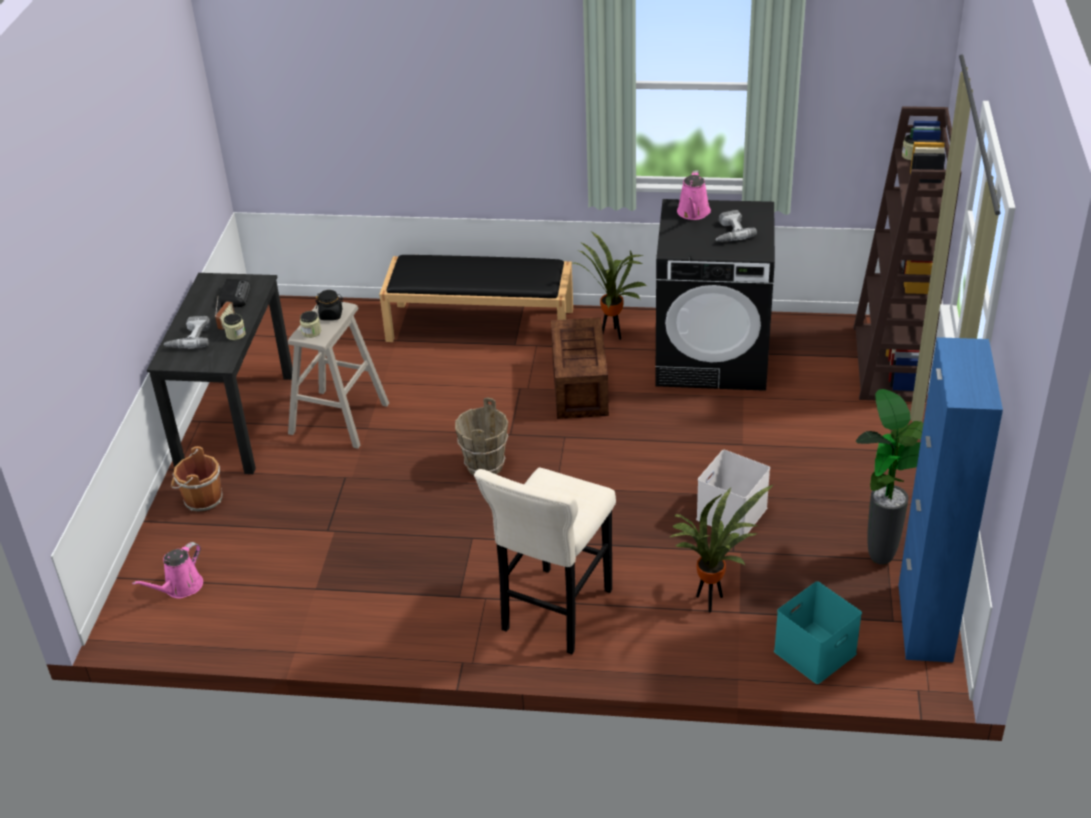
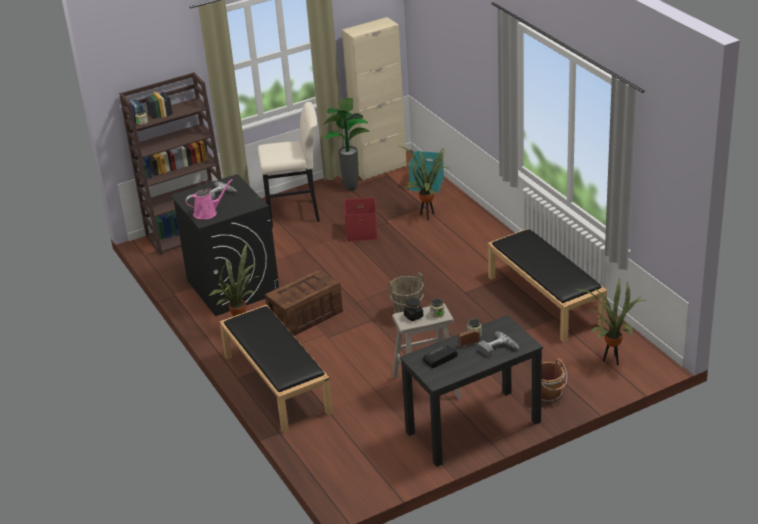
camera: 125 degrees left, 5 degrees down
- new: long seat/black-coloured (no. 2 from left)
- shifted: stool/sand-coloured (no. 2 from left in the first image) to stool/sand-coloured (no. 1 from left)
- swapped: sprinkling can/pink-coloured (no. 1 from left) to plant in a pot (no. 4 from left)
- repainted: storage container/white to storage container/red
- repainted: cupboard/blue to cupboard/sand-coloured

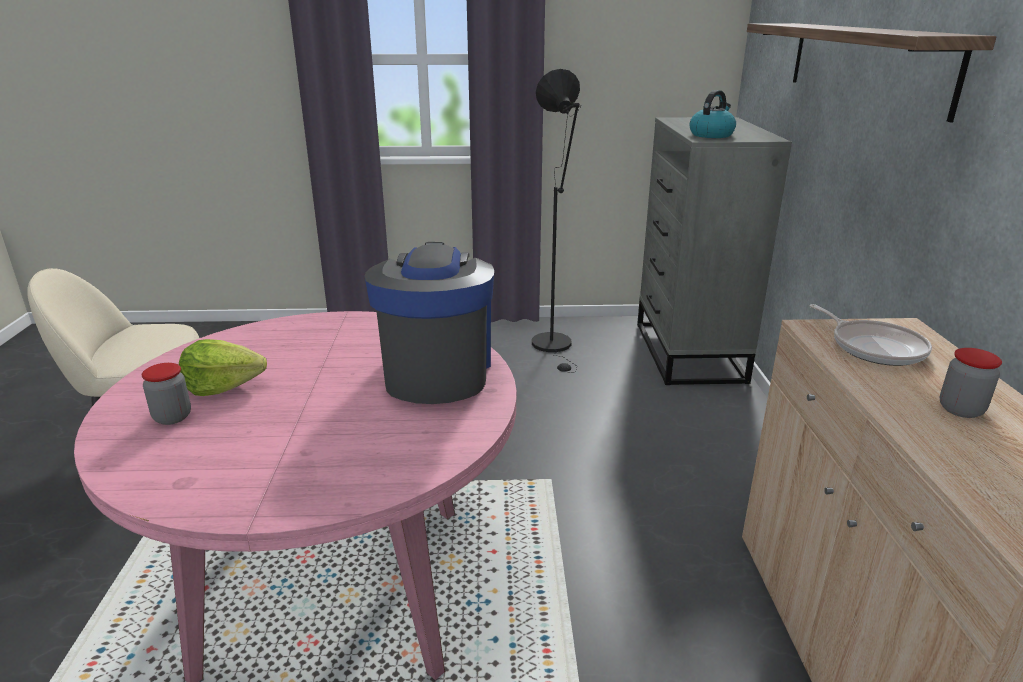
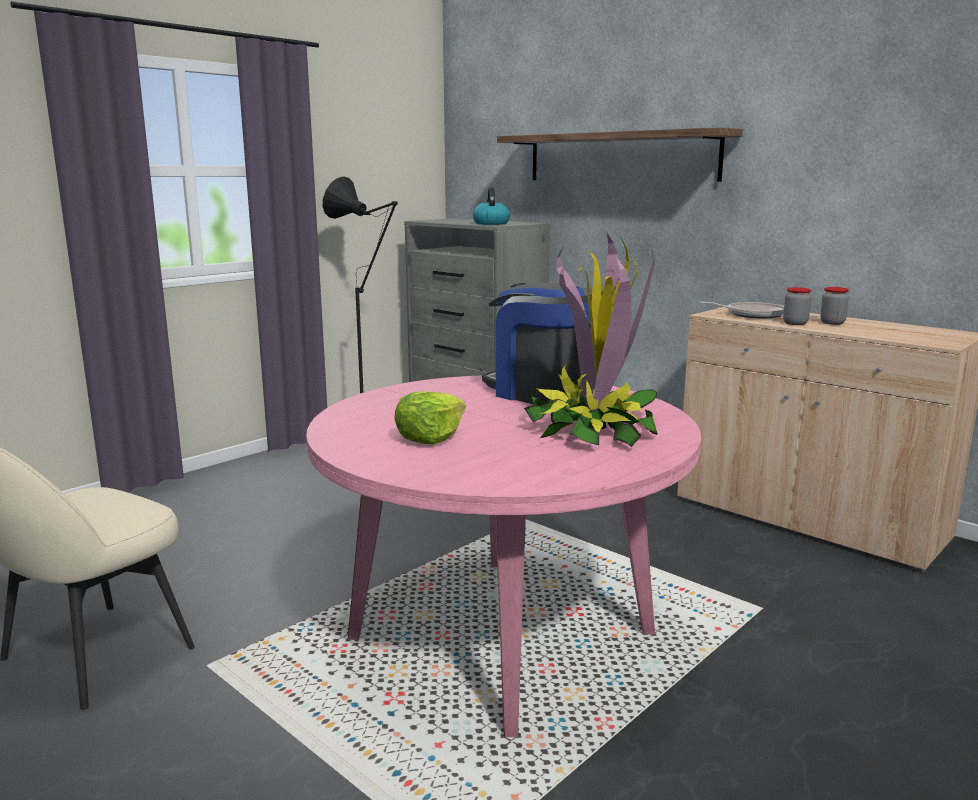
camera: 45 degrees left, 10 degrees down
- new: plant in a pot
- shifted: preserve jar (no. 1 from left)

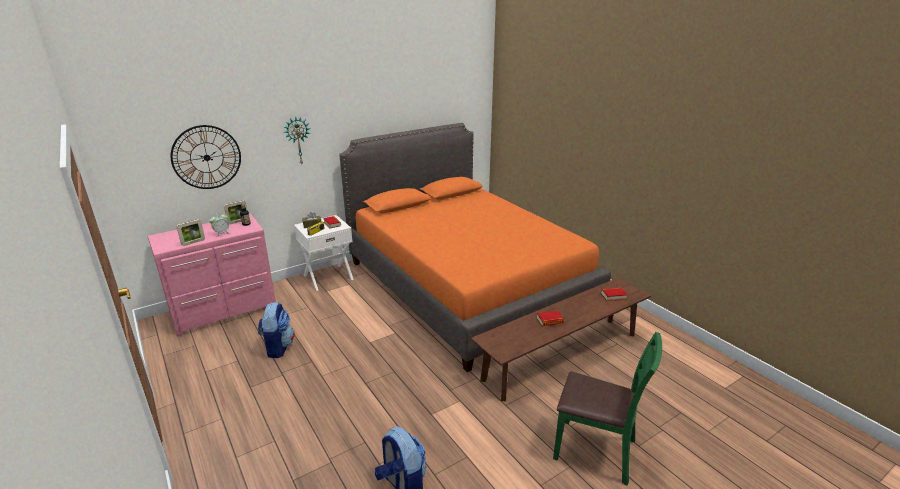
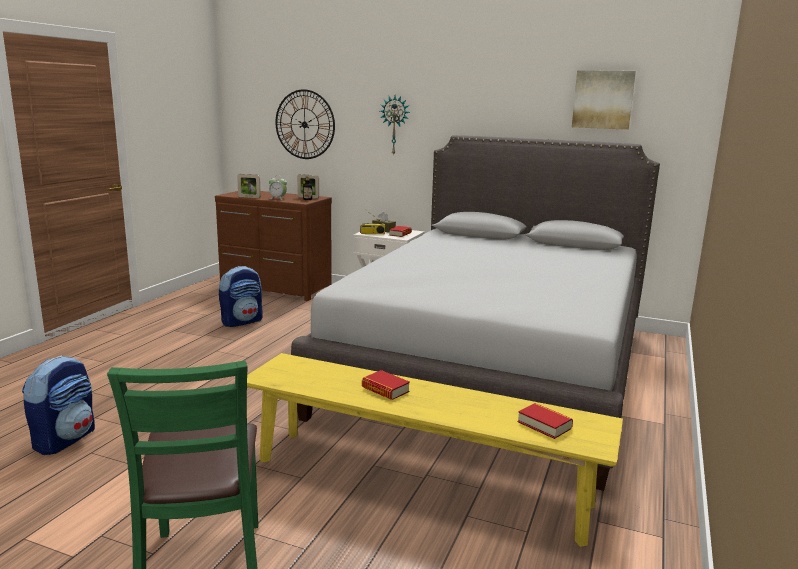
camera: 55 degrees right, 10 degrees down
- new: wall picture
- repainted: dresser/pink-coloured to dresser/brownish
- repainted: bed/orange-coloured to bed/grey
- repainted: long seat/brownish to long seat/yellow

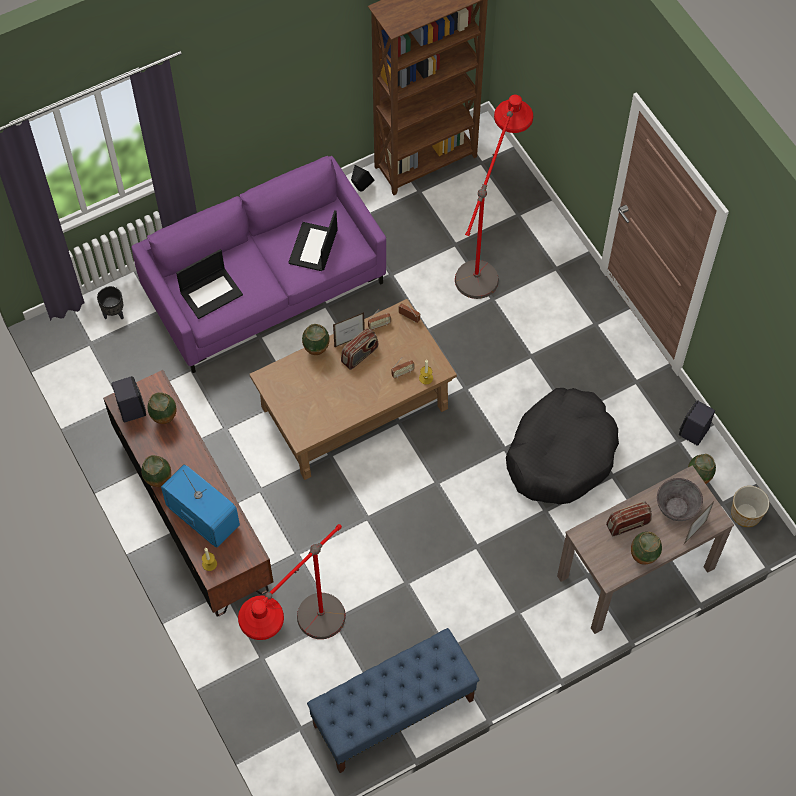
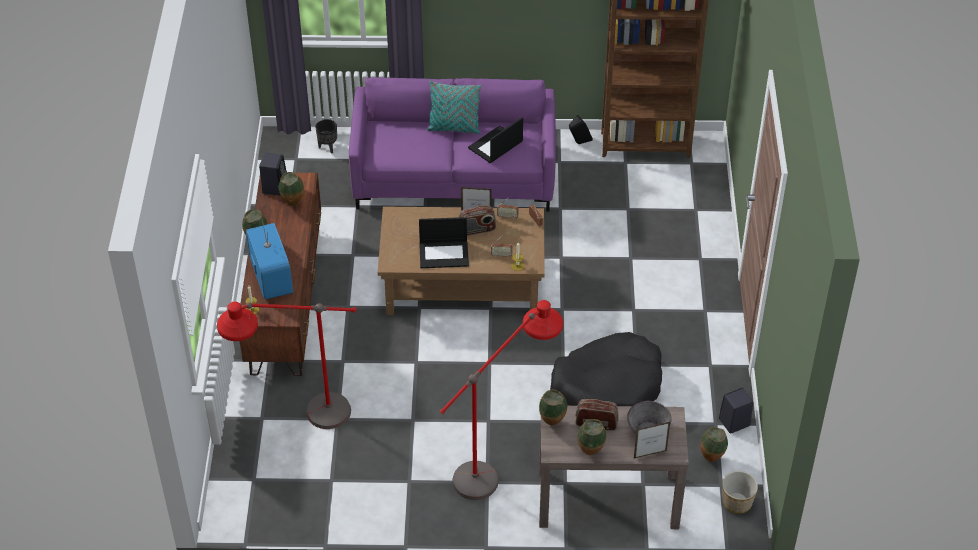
camera: 30 degrees right, 15 degrees down
- gone: long seat/blue
- new: throw pillow/blue-green
- shifted: notebook computer (no. 1 from left)
- shifted: vase (no. 3 from left)
- shifted: standing lamp/red (no. 2 from left)

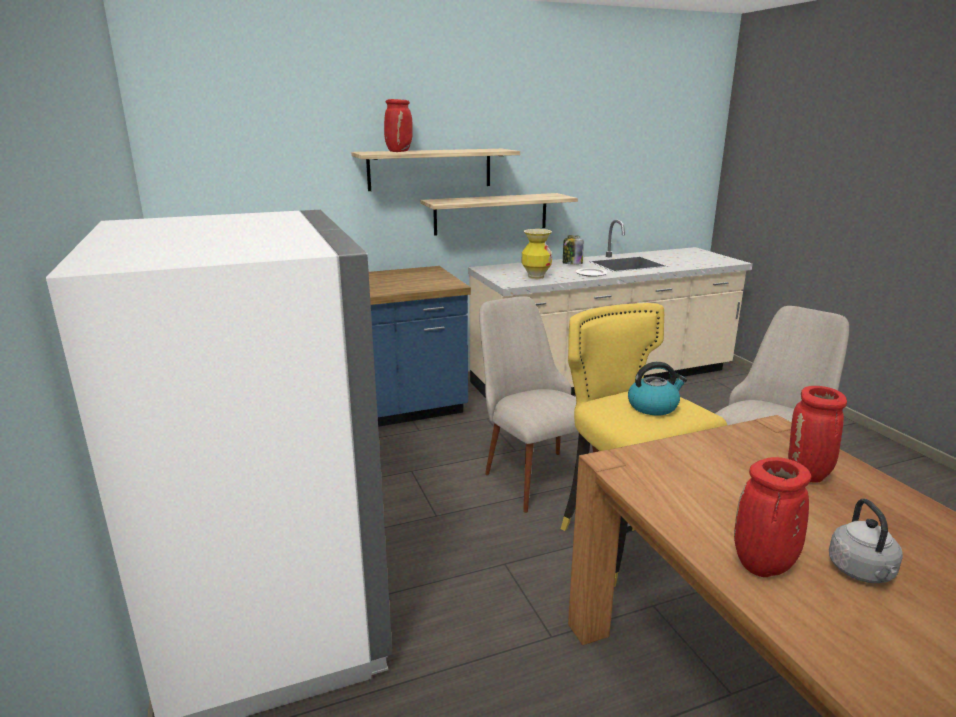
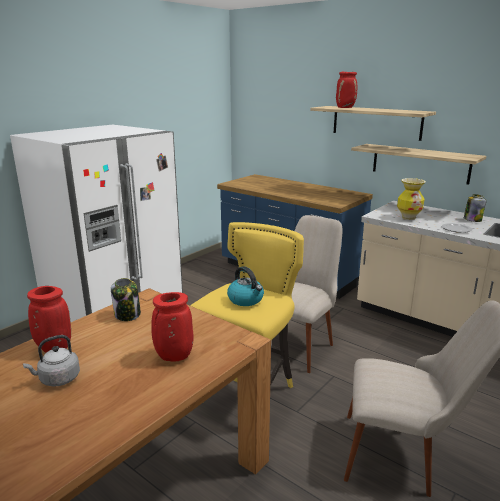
camera: 60 degrees right, 0 degrees up
- new: preserve jar (no. 1 from left)

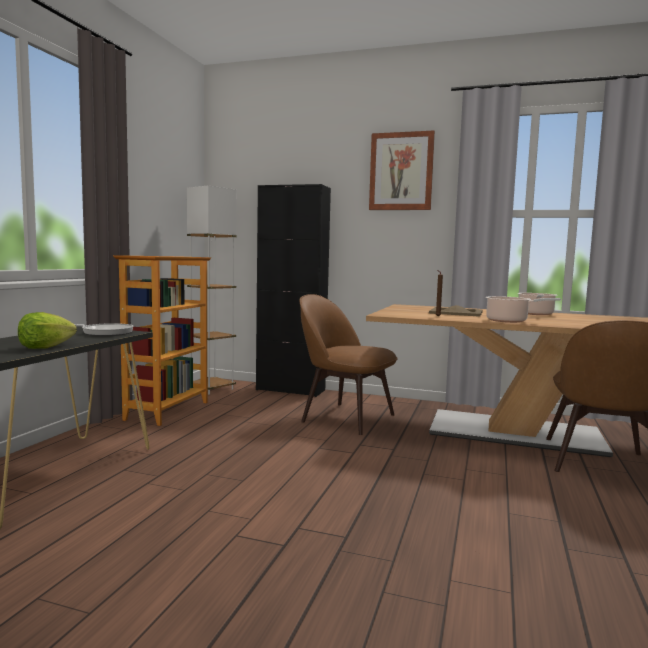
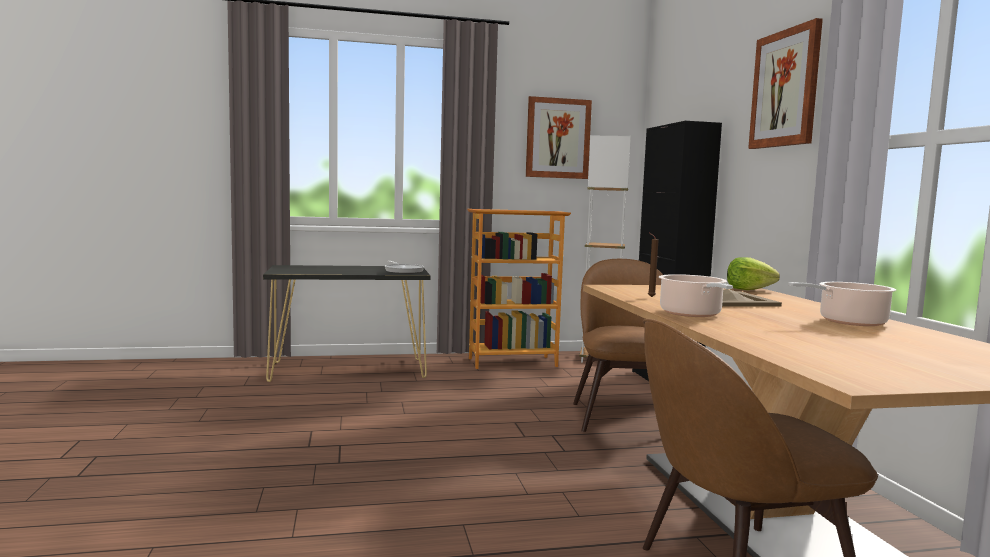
camera: 60 degrees right, 0 degrees up
- new: wall picture (no. 1 from left)
- shifted: head of lettuce

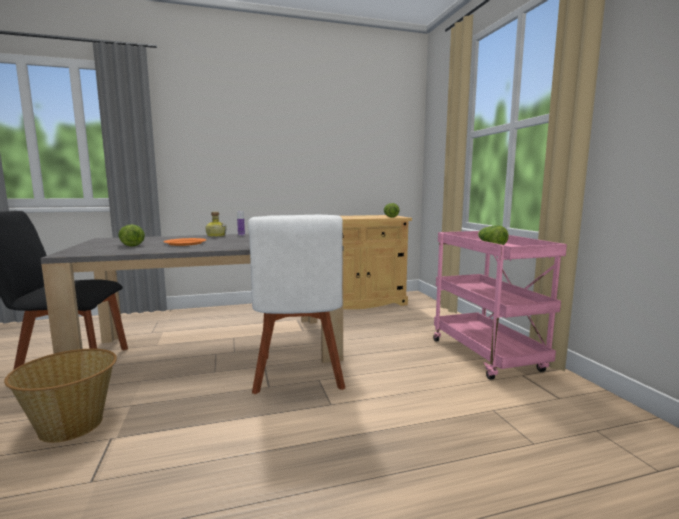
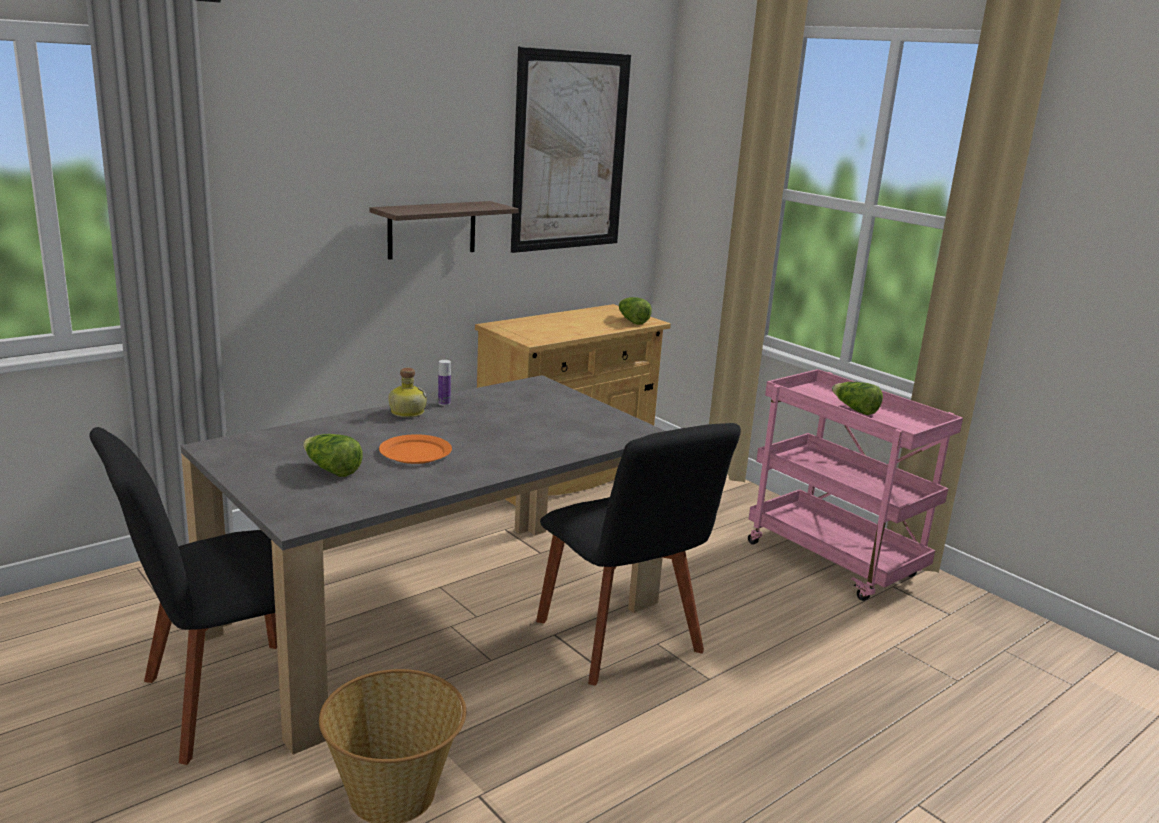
camera: 25 degrees left, 10 degrees up
- new: shelf
- new: wall picture
- repainted: plain chair/white to plain chair/black-coloured (no. 2 from left)

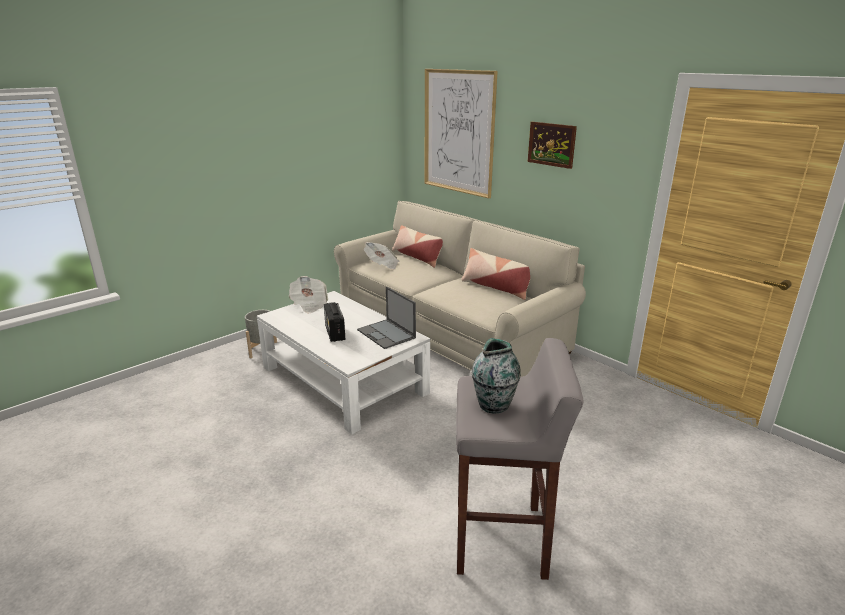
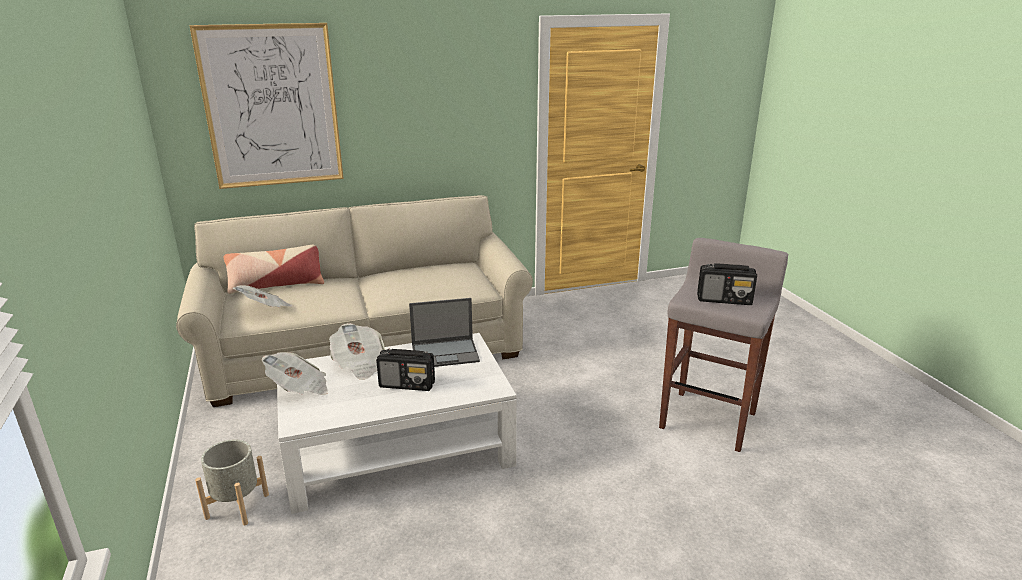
camera: 65 degrees left, 0 degrees up
- gone: throw pillow (no. 2 from left)
- gone: wall picture (no. 2 from left)
- new: printed paper (no. 3 from left)
- swapped: vase to radio (no. 2 from left)

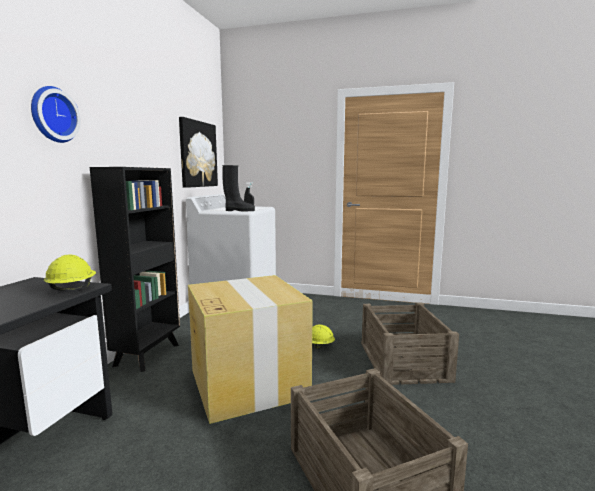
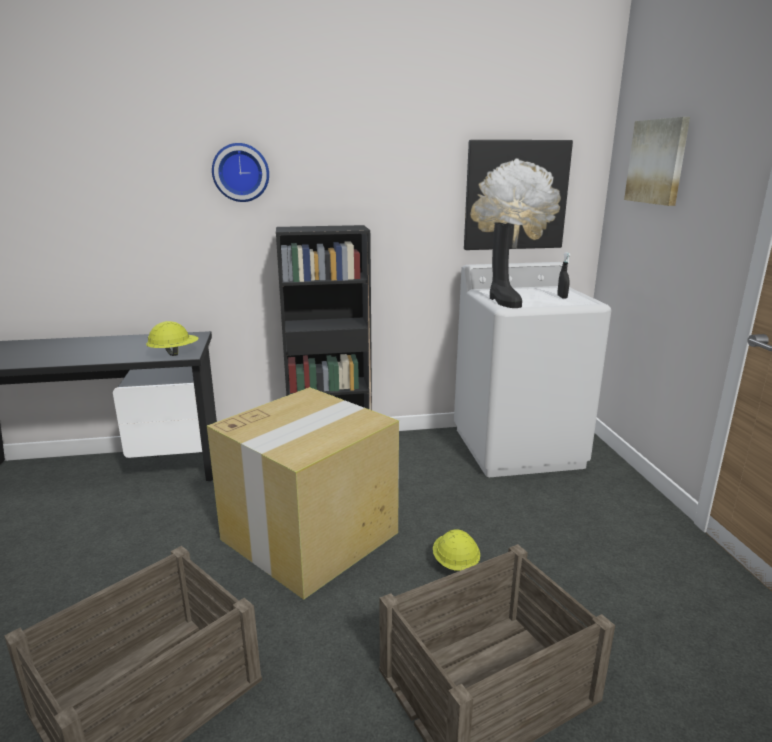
camera: 65 degrees right, 10 degrees up
- new: wall picture (no. 2 from left)

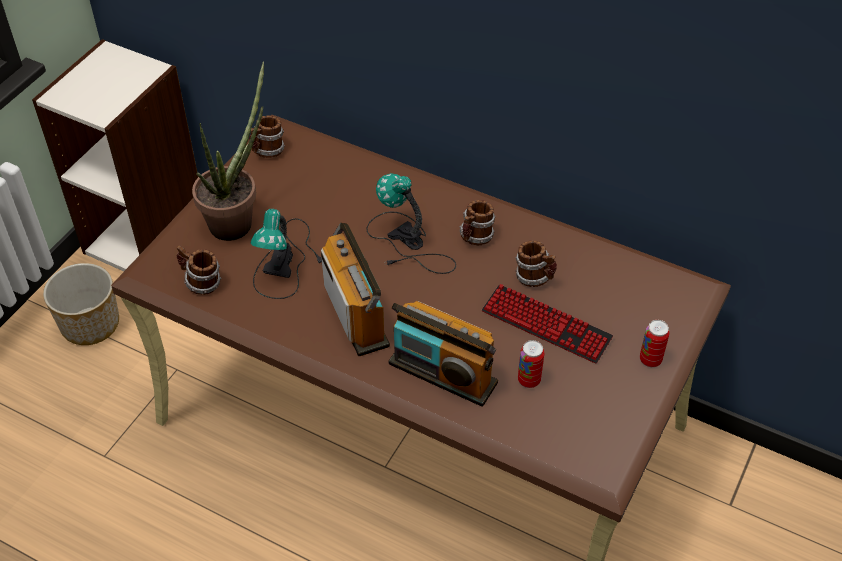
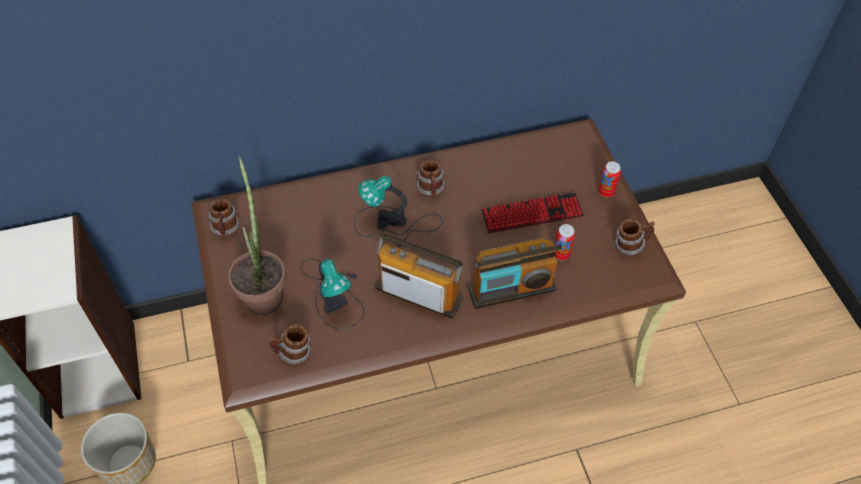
camera: 45 degrees left, 5 degrees up
- shifted: coffee mug (no. 4 from left)

